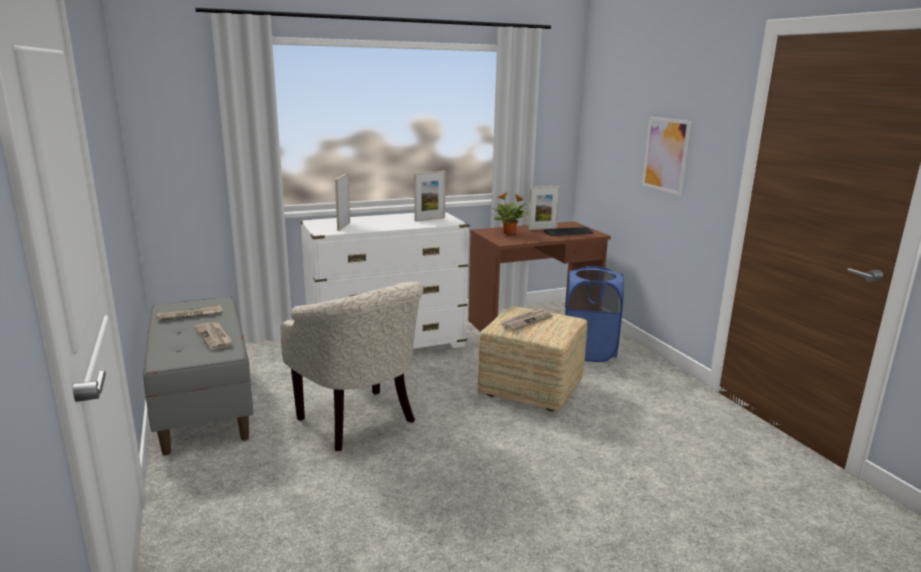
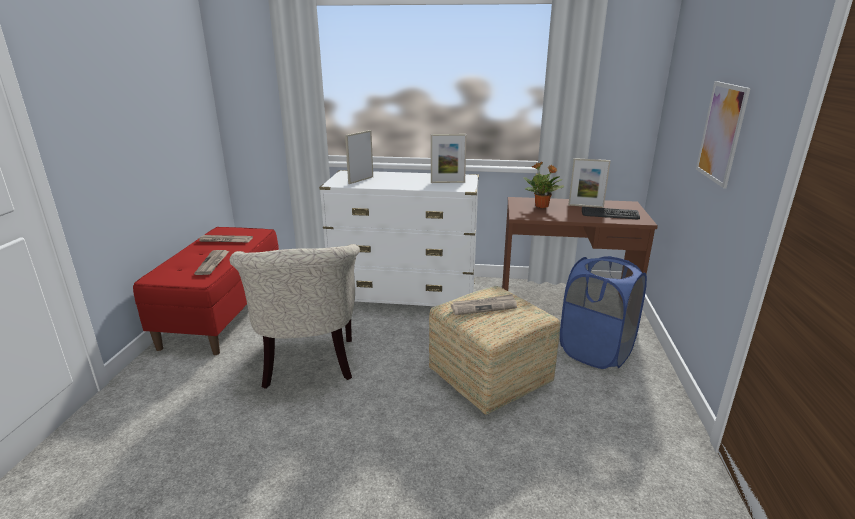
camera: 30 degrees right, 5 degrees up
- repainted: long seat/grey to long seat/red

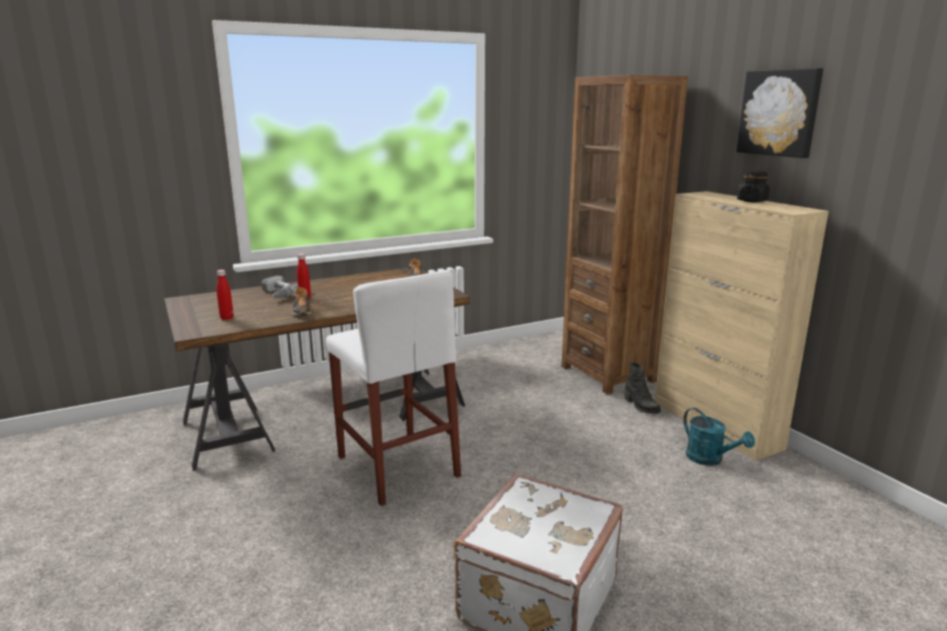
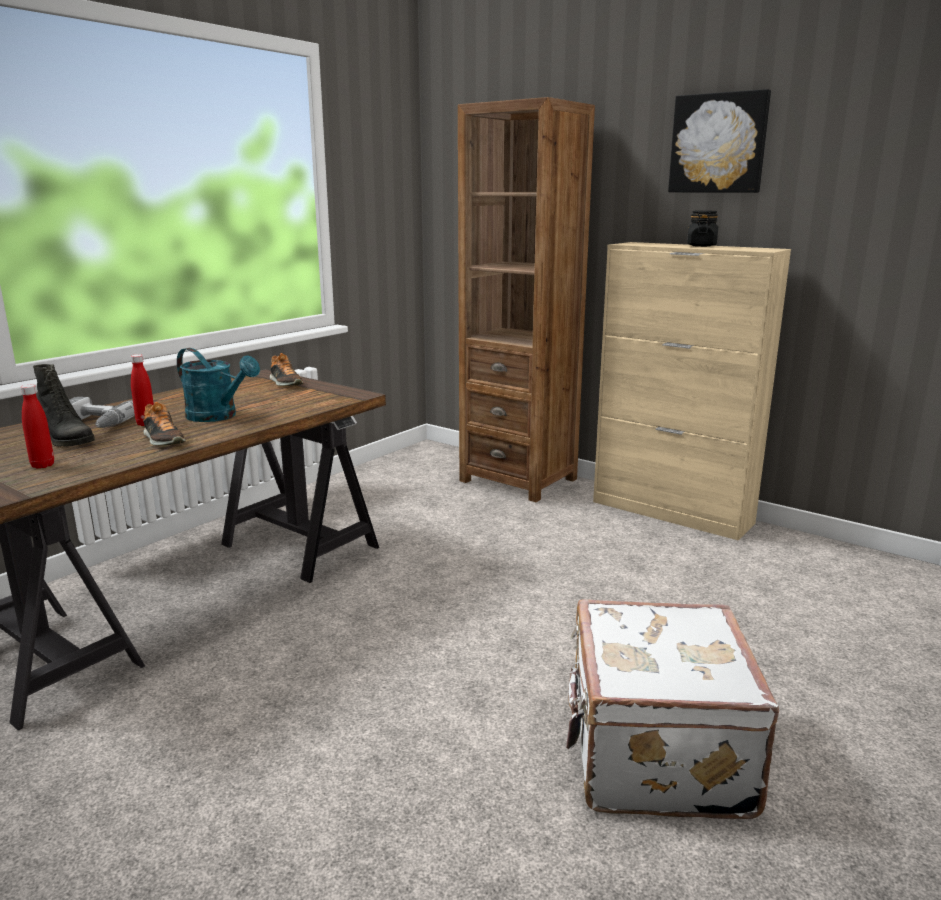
camera: 25 degrees left, 0 degrees up
- gone: stool/white
- shifted: high-top boot/black-coloured
- shifted: sprinkling can/blue-green

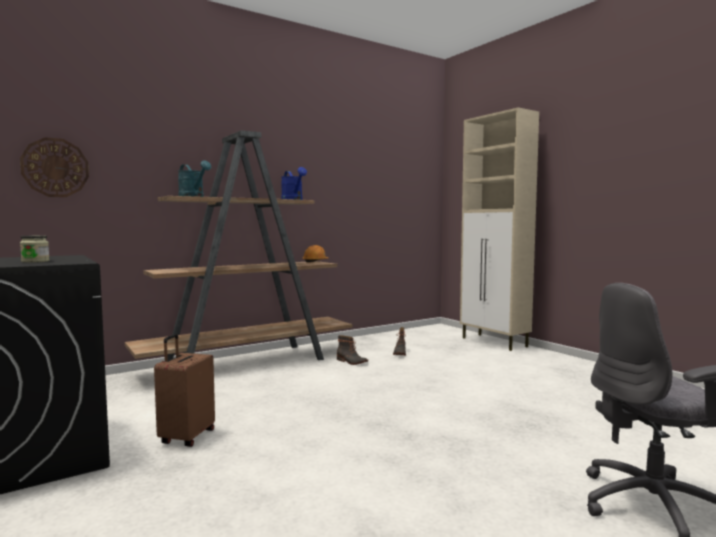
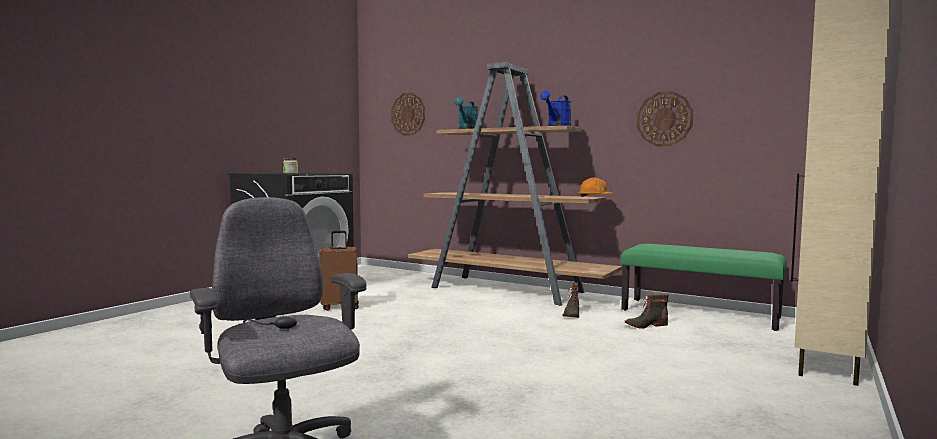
camera: 65 degrees right, 0 degrees up
- new: long seat/greenish
- new: wall clock (no. 2 from left)

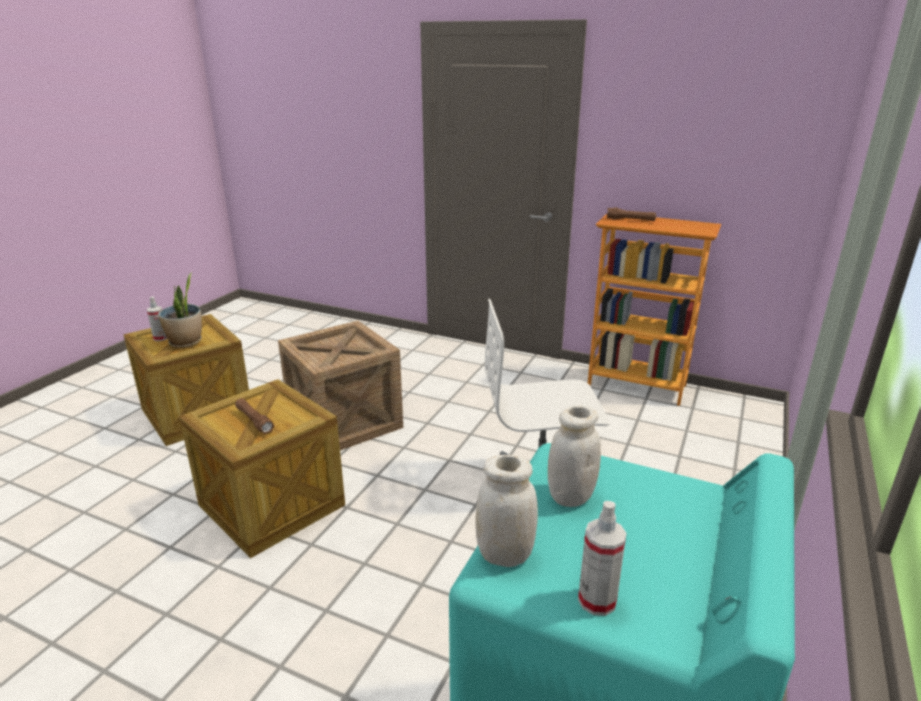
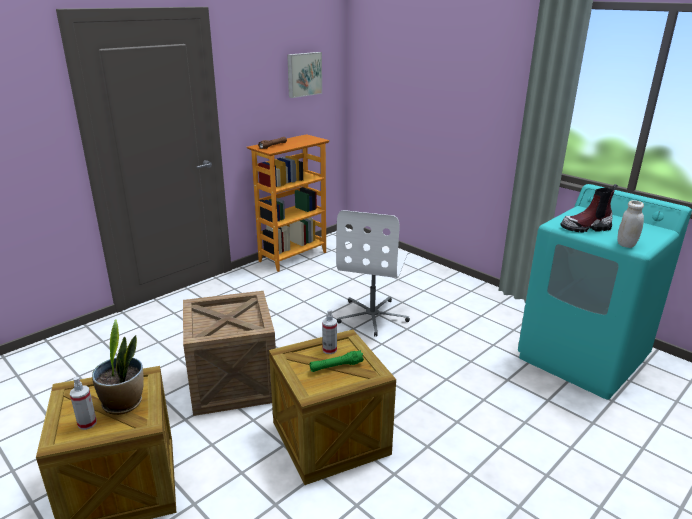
camera: 70 degrees left, 0 degrees up
- new: wall picture
- shifted: hand sprayer (no. 2 from left)
- swapped: preserve jar/white (no. 2 from left) to high-top boot
- repainted: flashlight/brownish (no. 1 from left) to flashlight/greenish

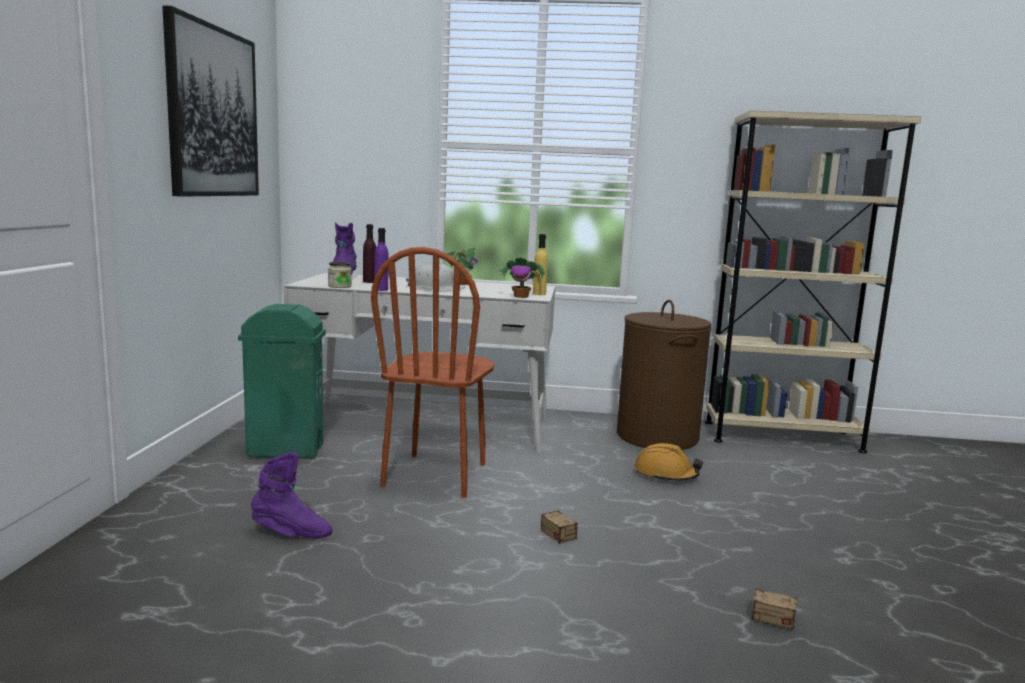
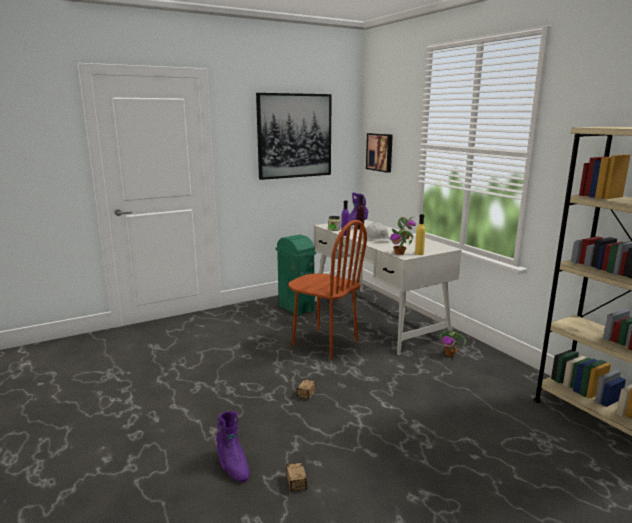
camera: 55 degrees right, 5 degrees up
- gone: hamper/brownish
- gone: work helmet/orange-coloured
- new: wall picture (no. 2 from left)
- new: plant in a pot (no. 3 from left)
- shifted: high-top boot/purple-coloured (no. 1 from left)
- rotated: plain chair/brownish 120 degrees counterclockwise

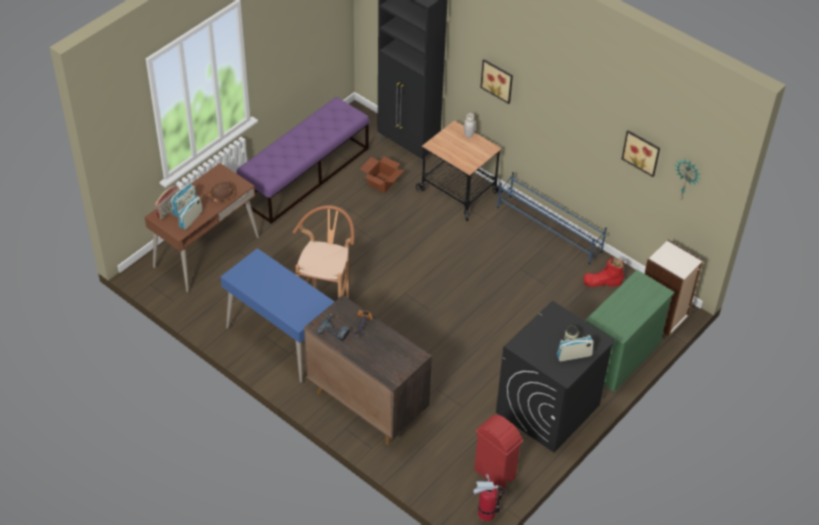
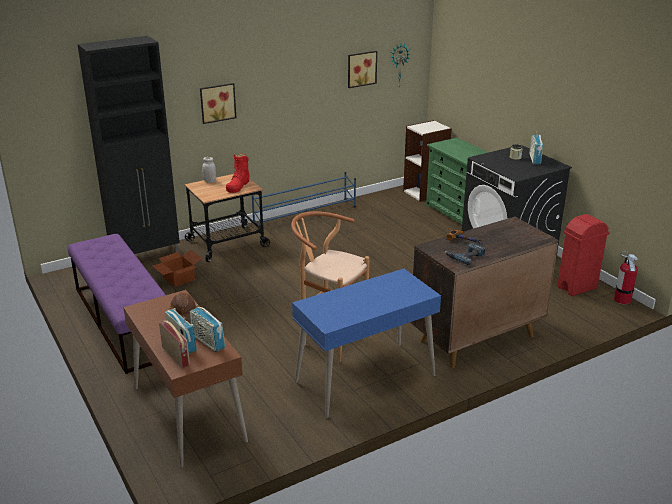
camera: 70 degrees left, 20 degrees down
- shifted: high-top boot/red

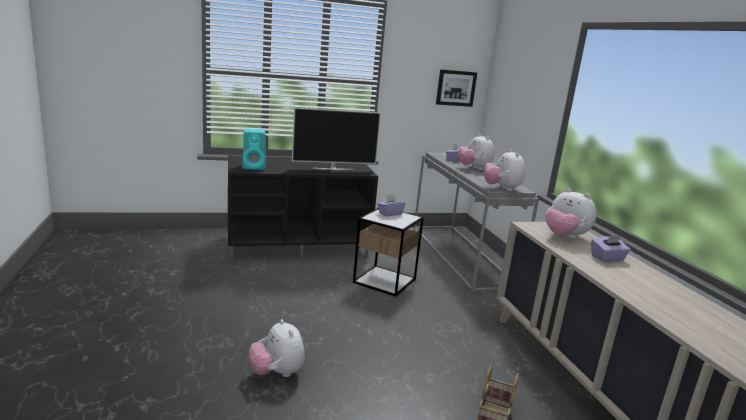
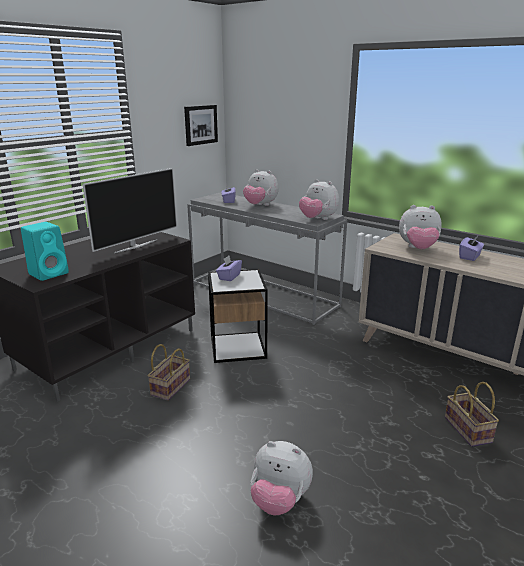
camera: 35 degrees left, 5 degrees up
- new: basket (no. 1 from left)

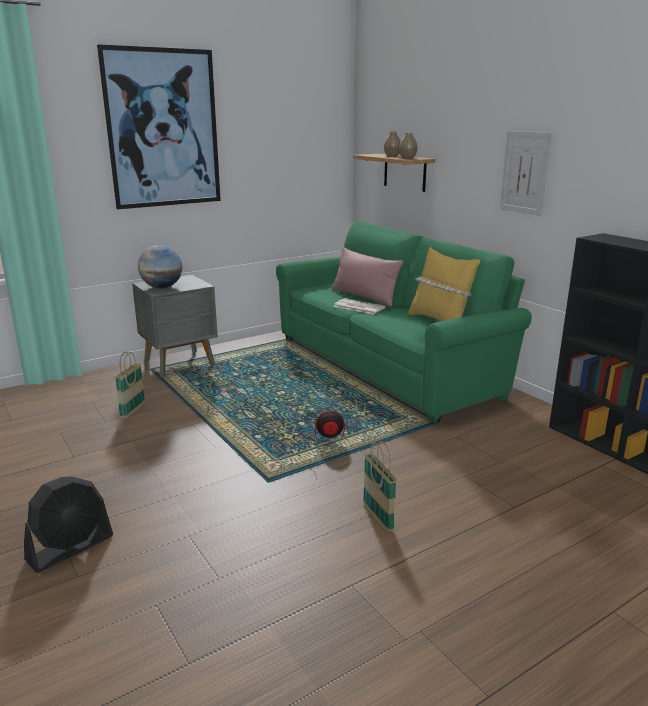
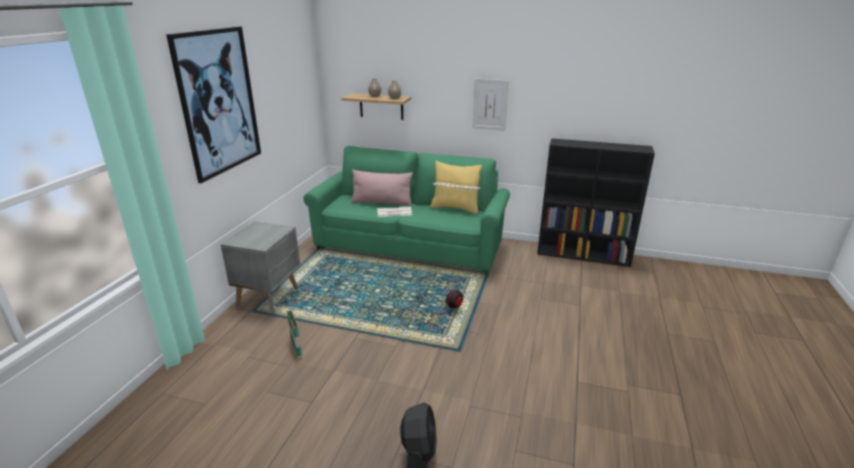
camera: 40 degrees left, 5 degrees up
- gone: world globe
- gone: basket (no. 2 from left)

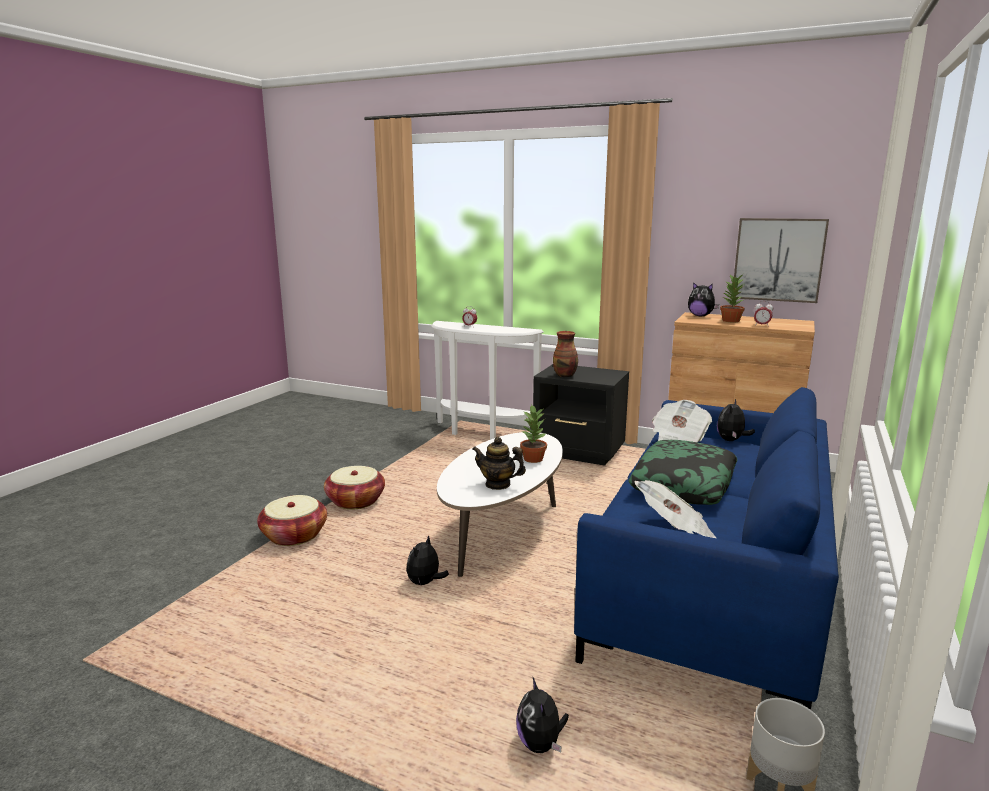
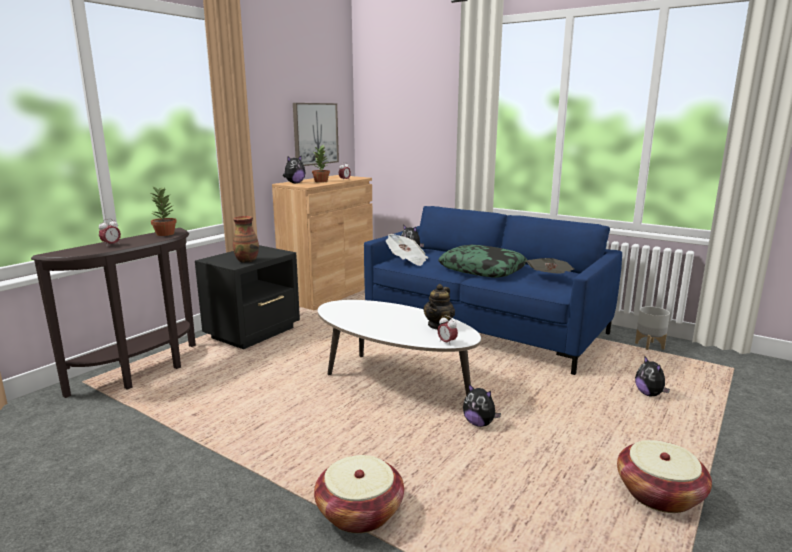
camera: 80 degrees left, 0 degrees up
- new: table clock (no. 3 from left)
- shifted: basket (no. 2 from left)
- shifted: plant in a pot (no. 1 from left)
- repainted: console table/white to console table/brownish
- rotated: plush toy (no. 2 from left in the first image) 75 degrees clockwise

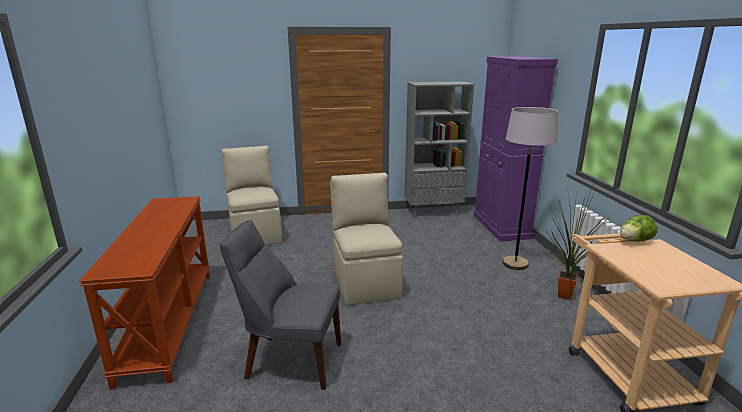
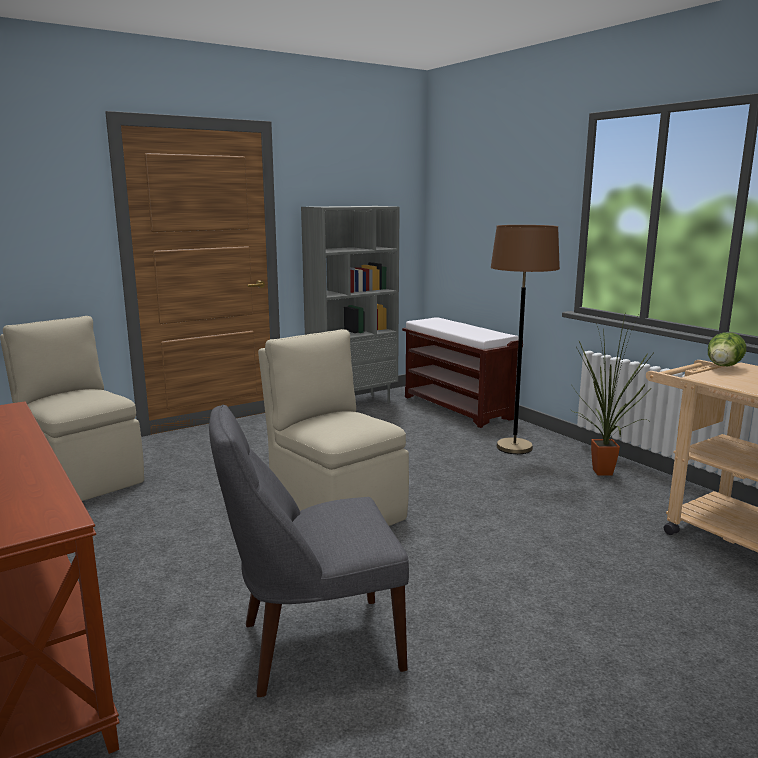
camera: 25 degrees left, 5 degrees down
- swapped: cupboard/purple-coloured to long seat/brownish
- repainted: standing lamp/grey to standing lamp/brownish

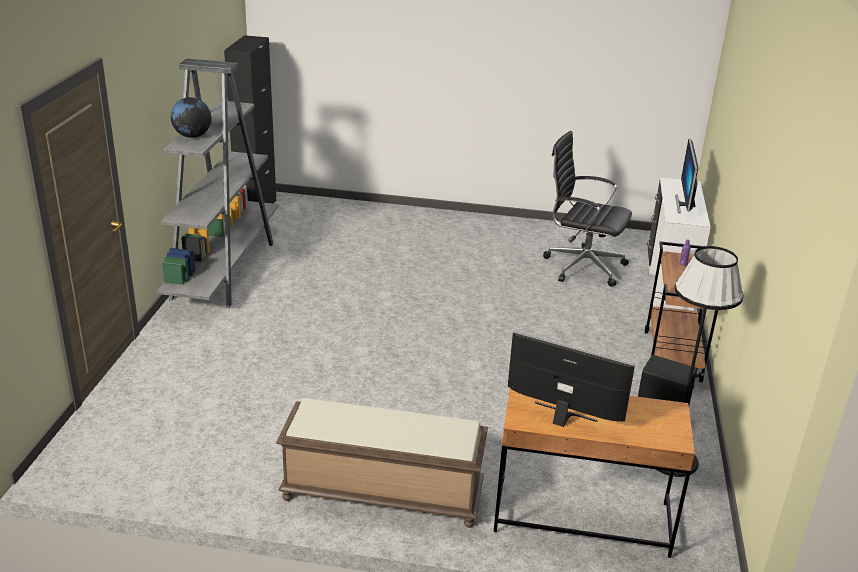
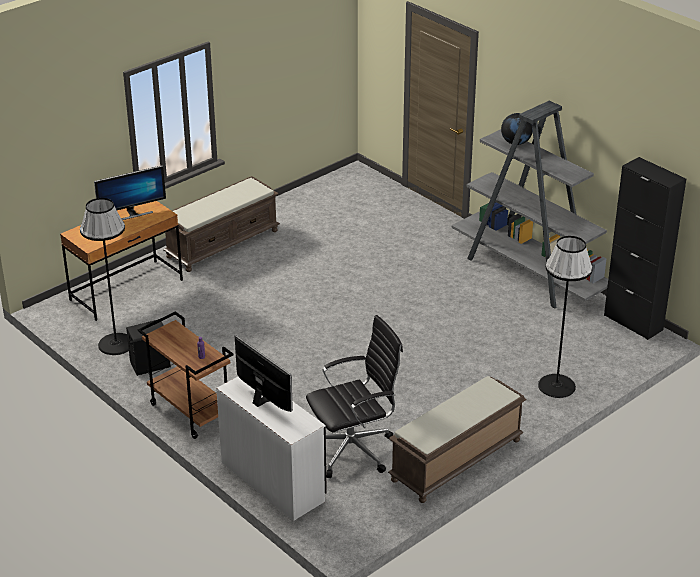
camera: 130 degrees right, 5 degrees up
- new: long seat/brownish (no. 2 from left)
- new: standing lamp/black-coloured (no. 2 from left)

